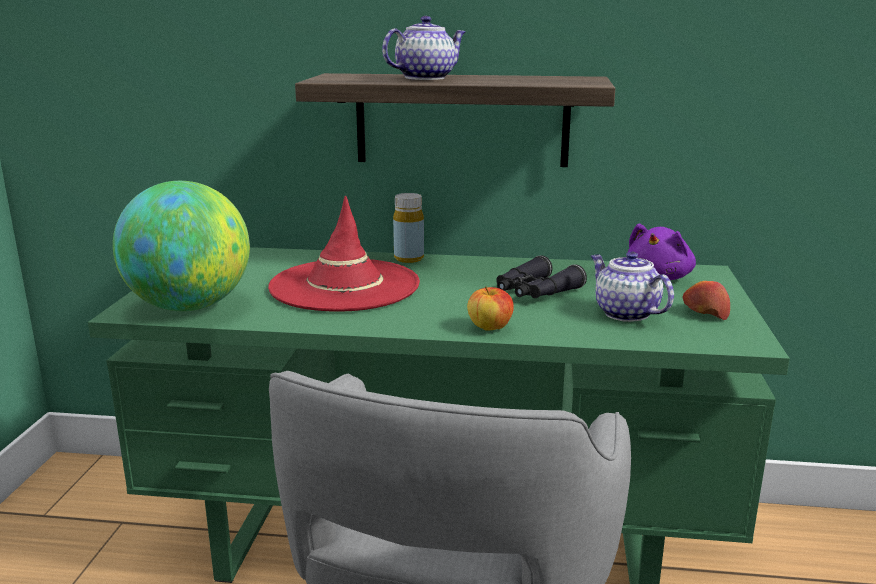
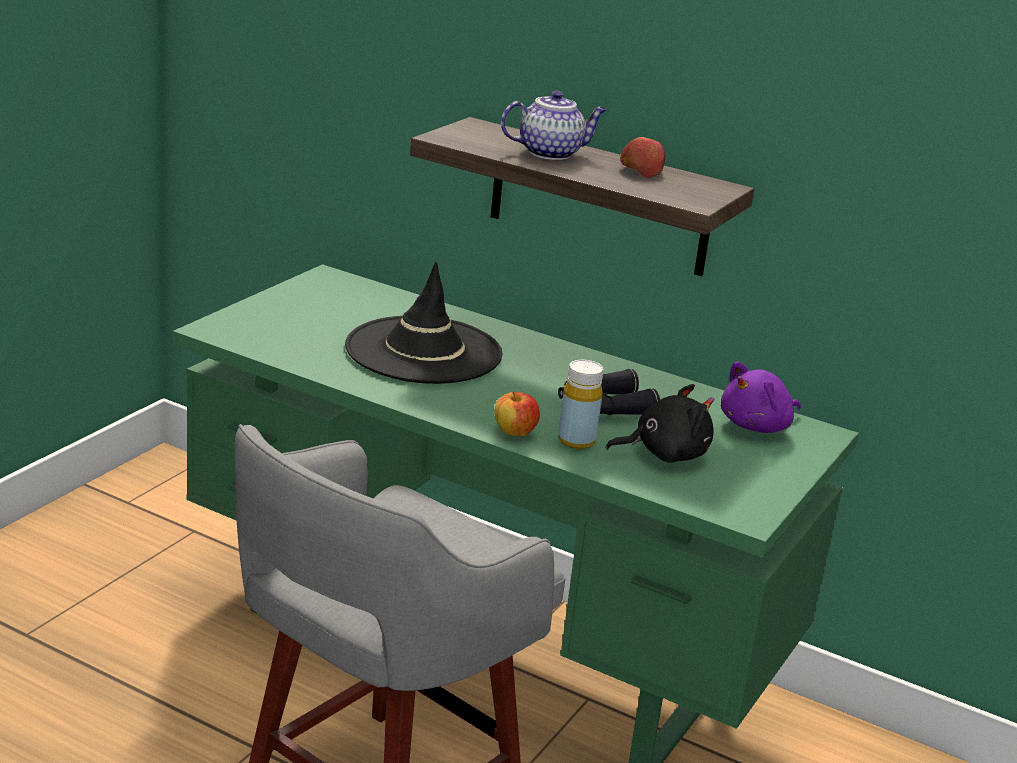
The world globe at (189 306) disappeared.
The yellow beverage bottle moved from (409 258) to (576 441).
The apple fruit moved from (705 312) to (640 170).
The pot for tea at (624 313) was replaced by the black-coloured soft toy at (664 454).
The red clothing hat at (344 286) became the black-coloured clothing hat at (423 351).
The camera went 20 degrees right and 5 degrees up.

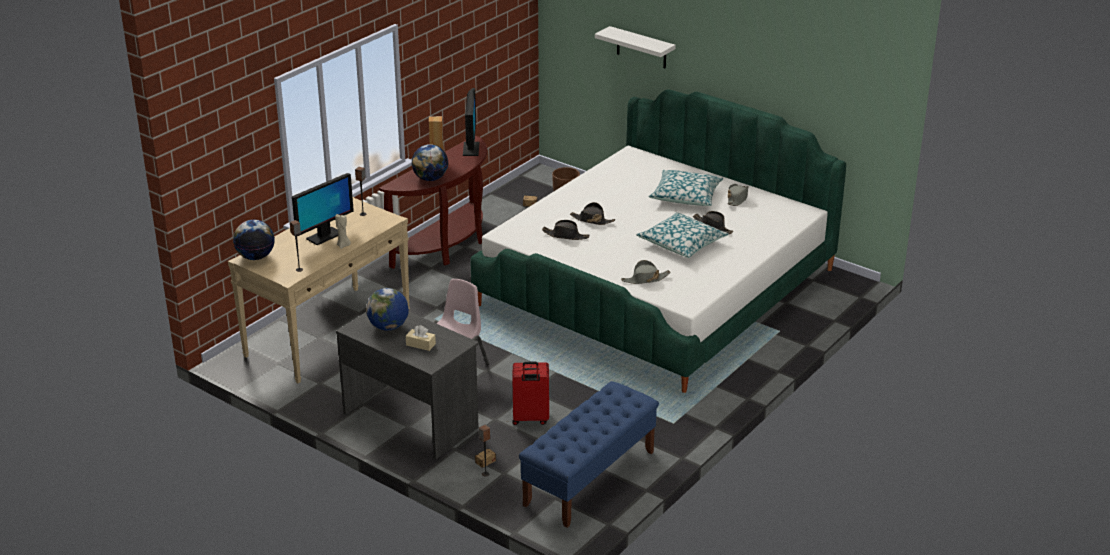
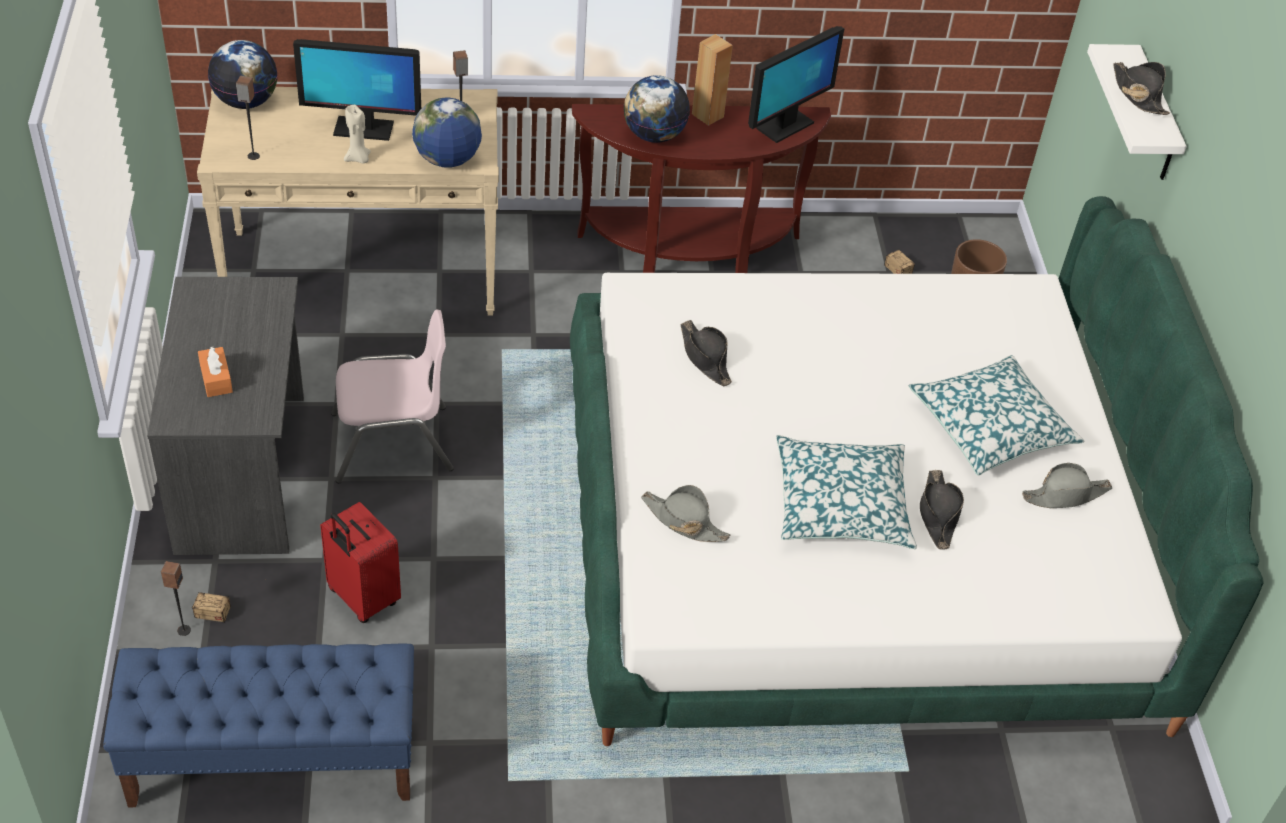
The world globe moved from (388 327) to (447 160).
The black-coloured clothing hat moved from (592 220) to (1138 94).
The beige-coloured tissue box at (420 344) became the orange tissue box at (216 379).
The camera went 45 degrees right and 15 degrees up.

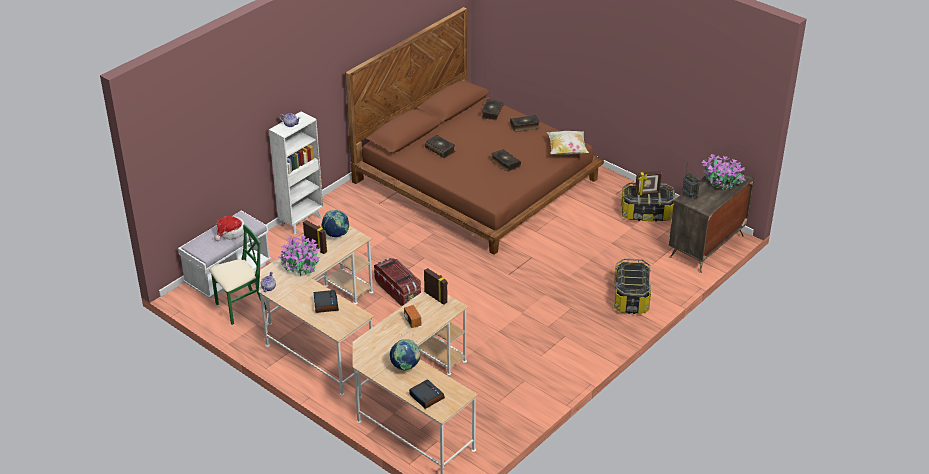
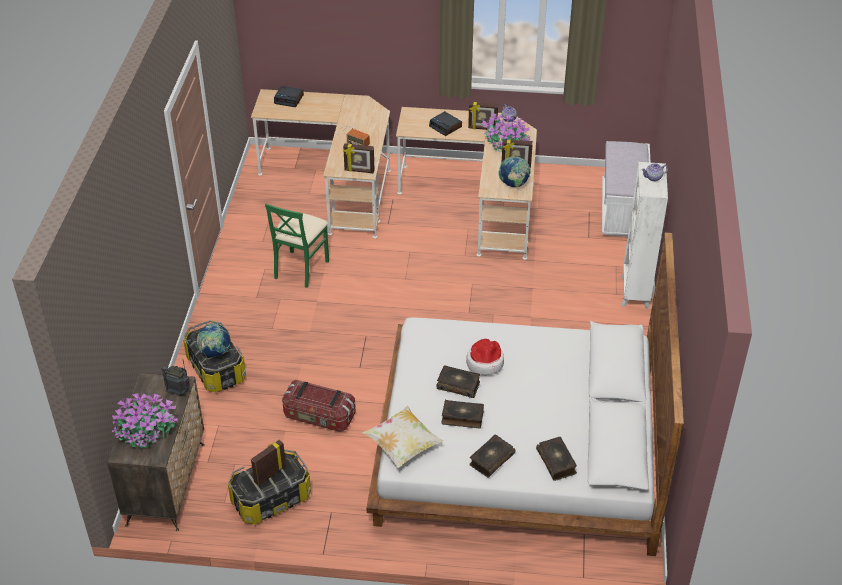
The standing frame at (482 128) appeared.
The green-coloured upright chair moved from (240 307) to (300 268).
The clothing hat moved from (230 232) to (484 362).
The storage bin moved from (398 290) to (319 417).
The world globe moved from (405 367) to (215 353).
The bound book moved from (440 149) to (462 417).
The brownish bed at (477 180) became the white bed at (517 443).
The camera went 145 degrees right and 5 degrees up.

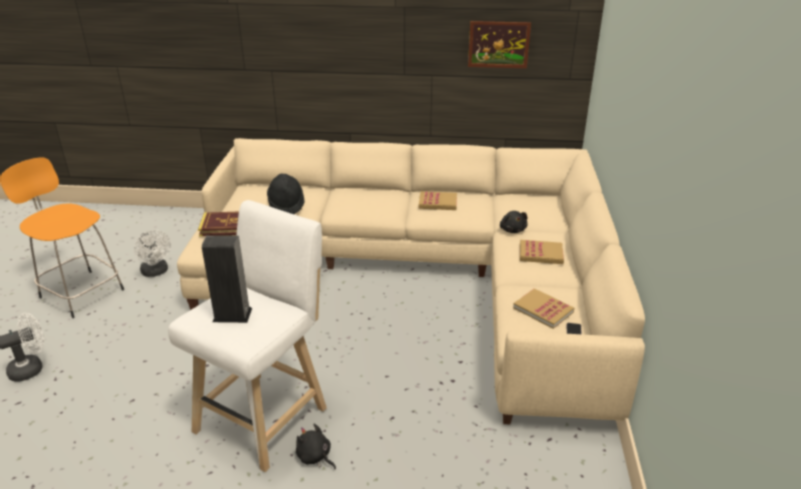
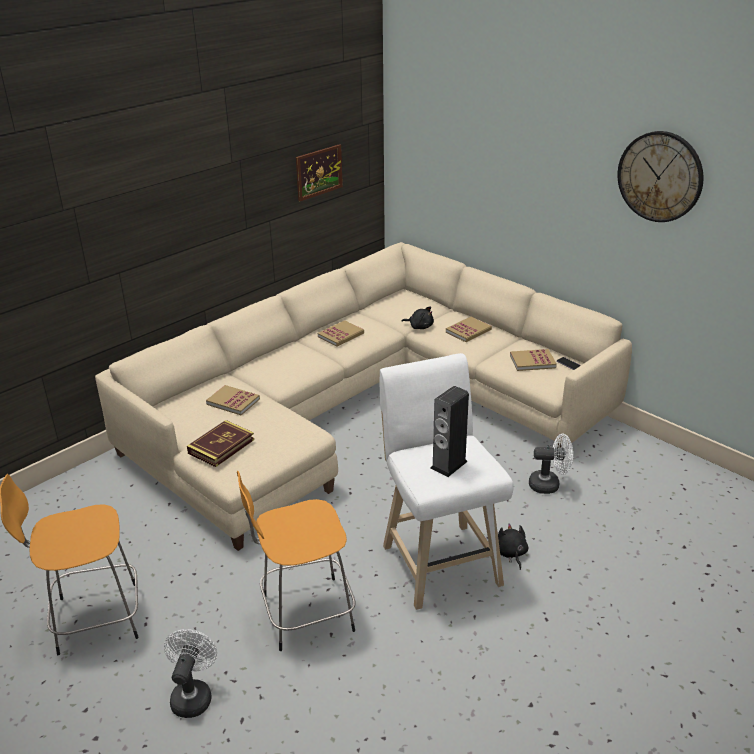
The orange stool seat at (304 614) appeared.
The wall clock at (660 176) appeared.
The white electric fan moved from (156 272) to (549 485).
The black-coloured clothing hat at (286 205) was replaced by the bound book at (233 402).
The black-coloured soft toy at (315 457) turned 90 degrees clockwise.
The camera went 50 degrees left and 0 degrees up.

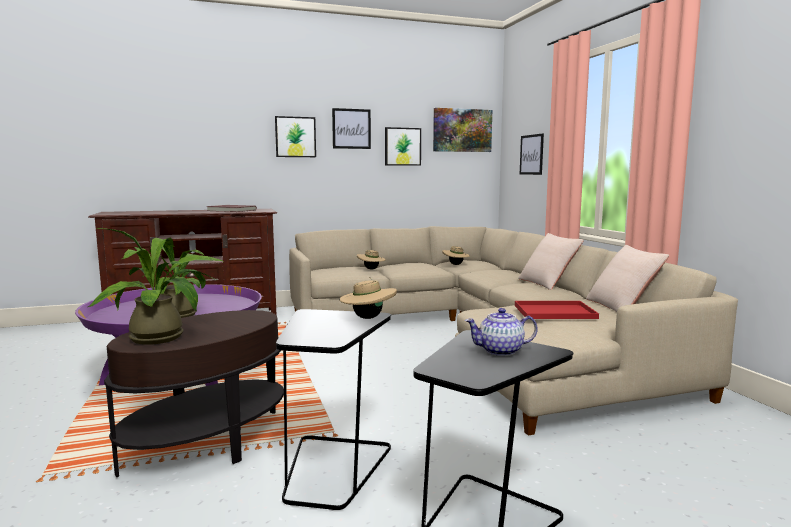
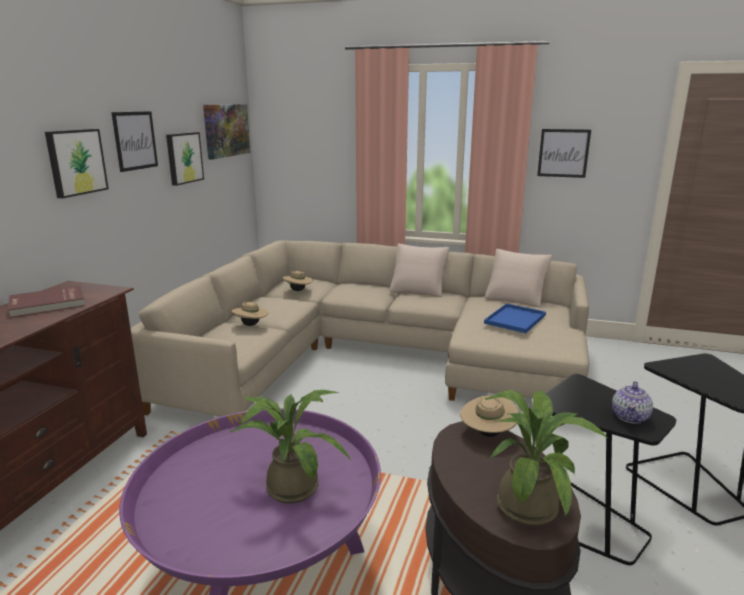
The beige-coloured clothing hat moved from (368 318) to (487 433).
The pot for tea moved from (501 351) to (630 417).
The wall picture moved from (531 154) to (563 153).
The red carrying tray at (555 311) became the blue carrying tray at (515 319).
The camera went 55 degrees left and 10 degrees up.

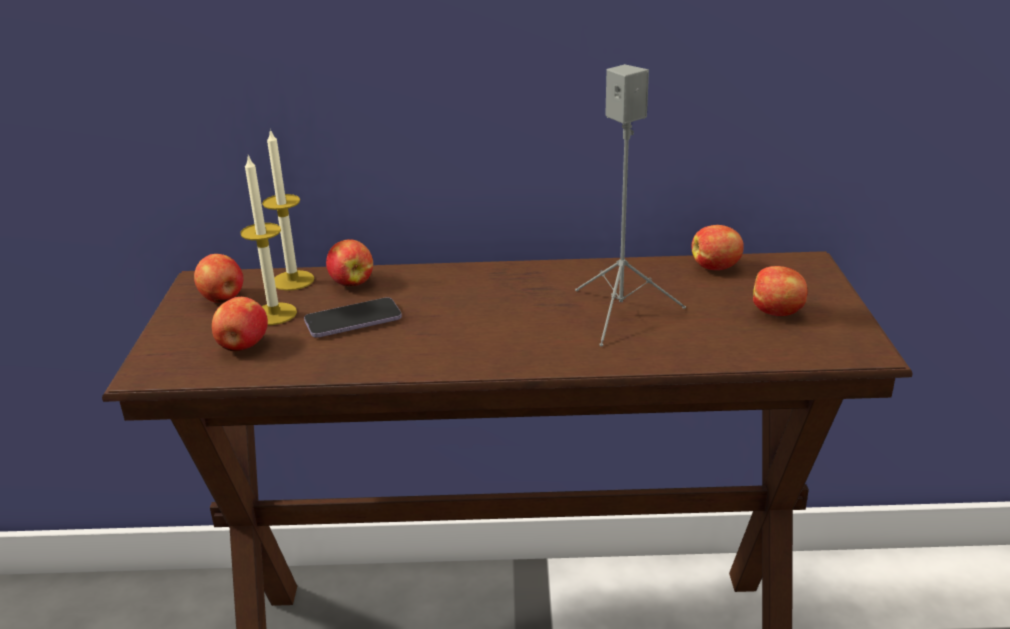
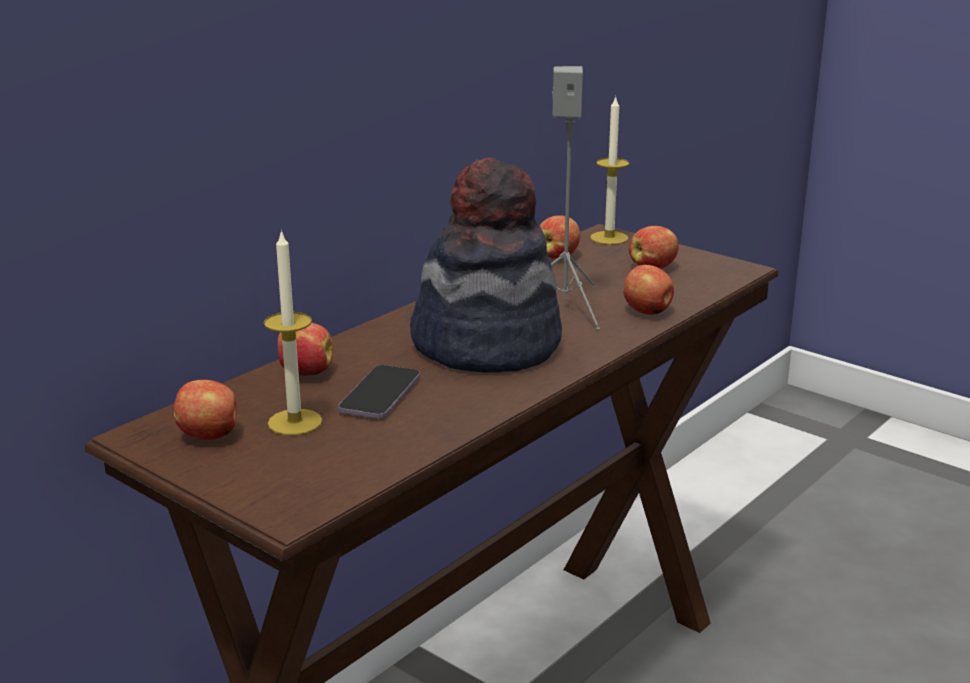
The clothing hat at (486 345) appeared.
The apple fruit moved from (242 346) to (648 312).
The wax candle moved from (293 280) to (609 238).
The camera went 50 degrees left and 5 degrees down.

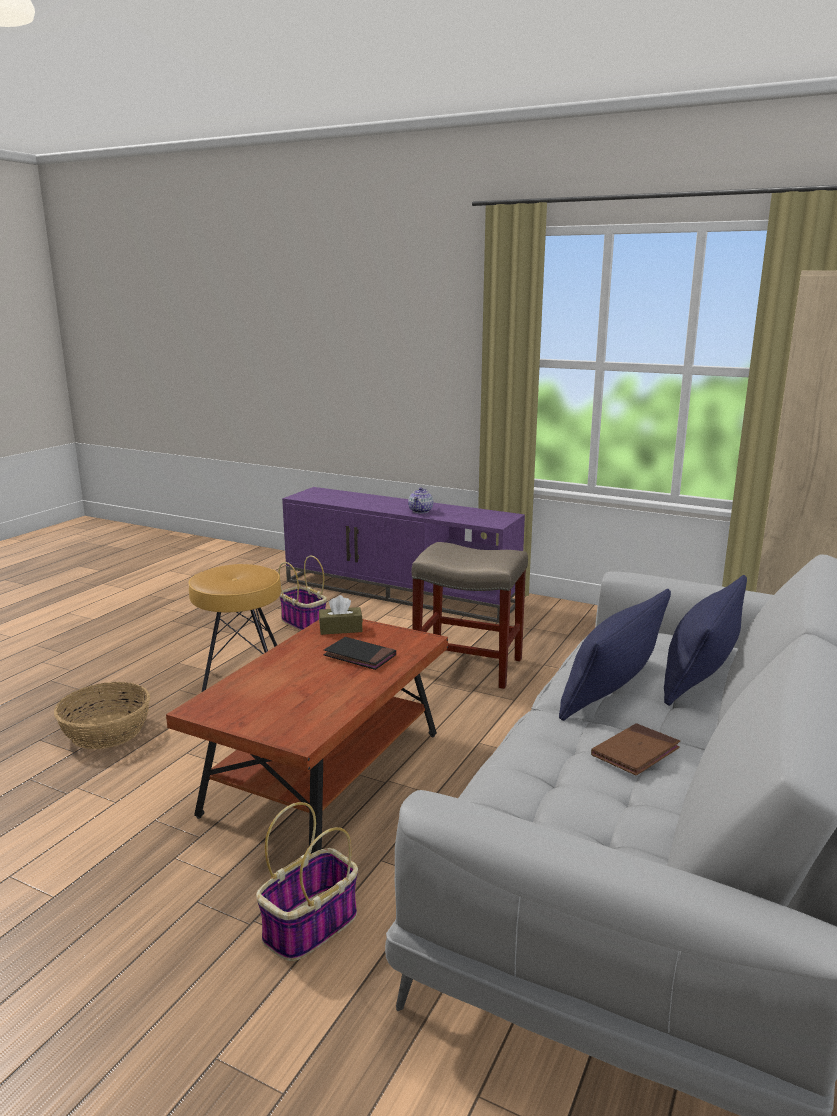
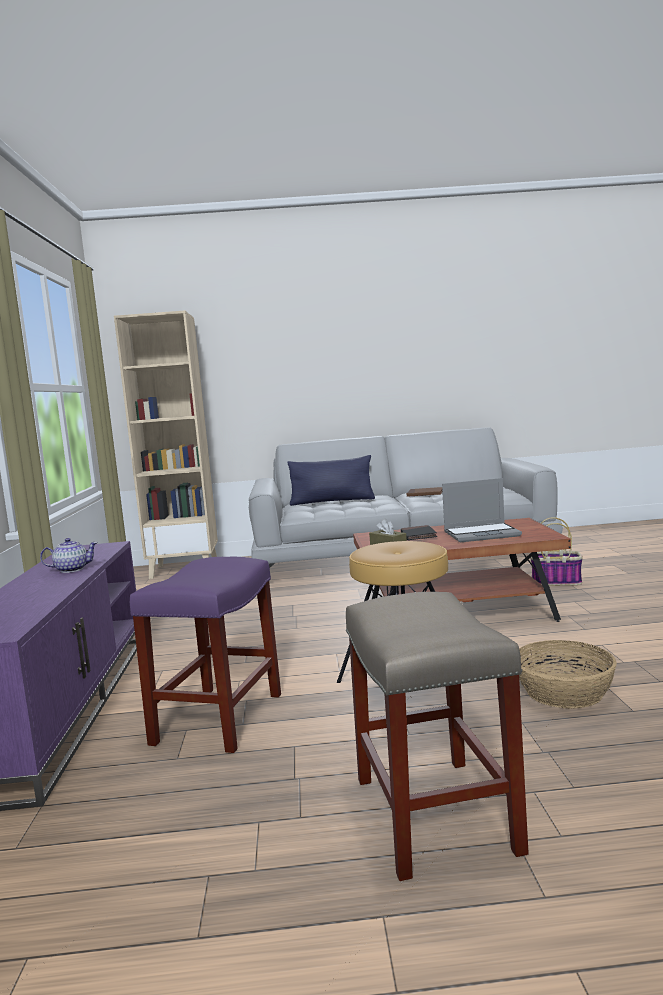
The blue pillow at (611 690) disappeared.
The portable computer at (482 534) appeared.
The beige-coloured stool seat moved from (469 666) to (433 812).
The basket at (304 623) was replaced by the purple-coloured stool seat at (219 717).
The camera went 120 degrees left and 10 degrees down.

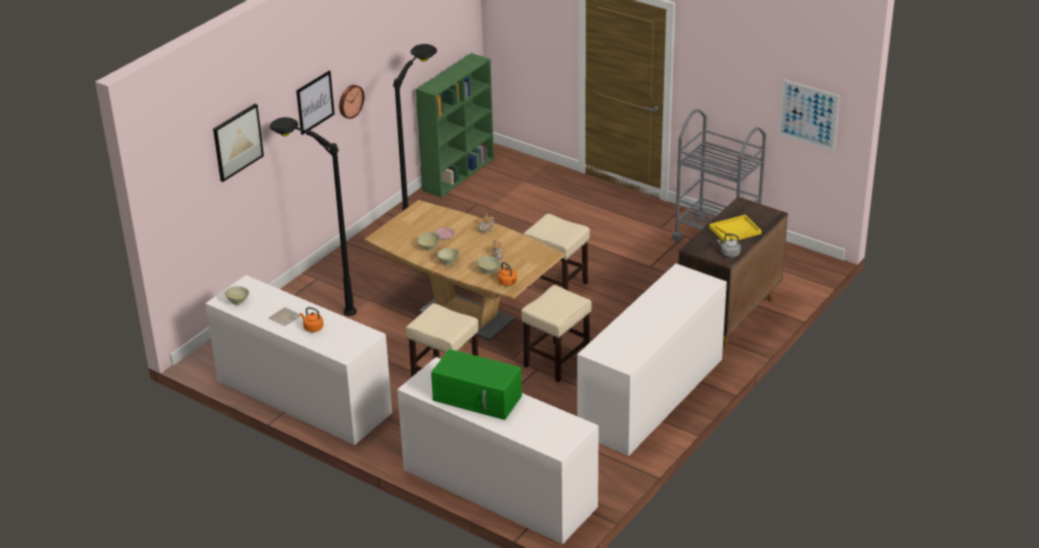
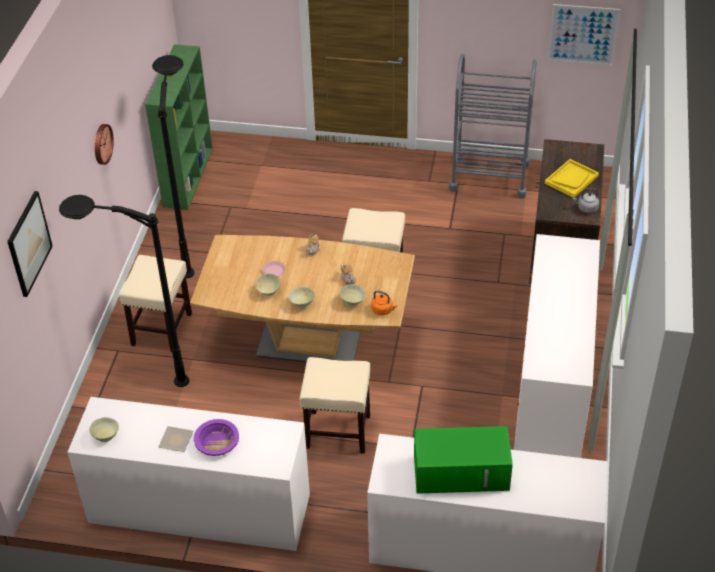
The wall picture at (315 102) disappeared.
The beige-coloured stool seat moved from (557 361) to (162 329).
The orange kettle at (312 328) was replaced by the purple-coloured serving bowl at (217 443).
The camera went 25 degrees left and 10 degrees up.

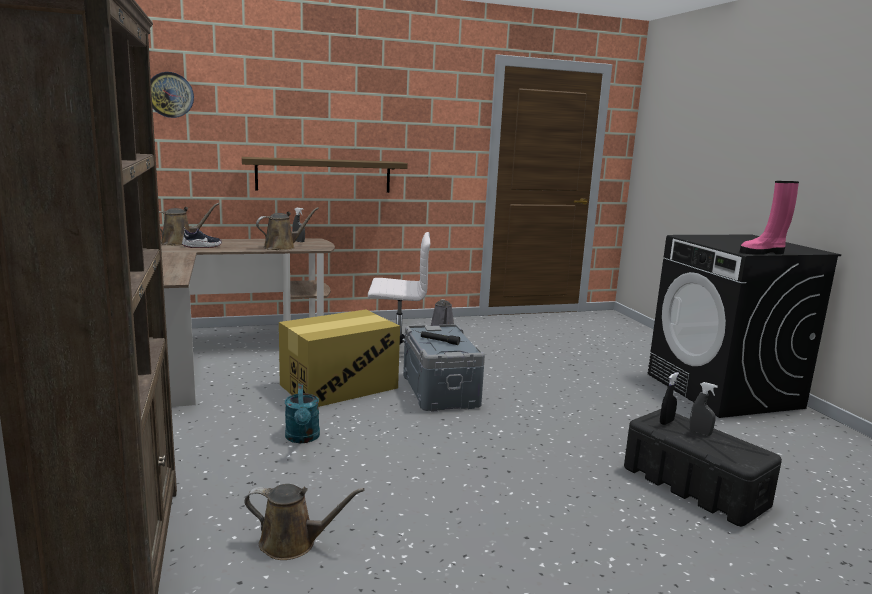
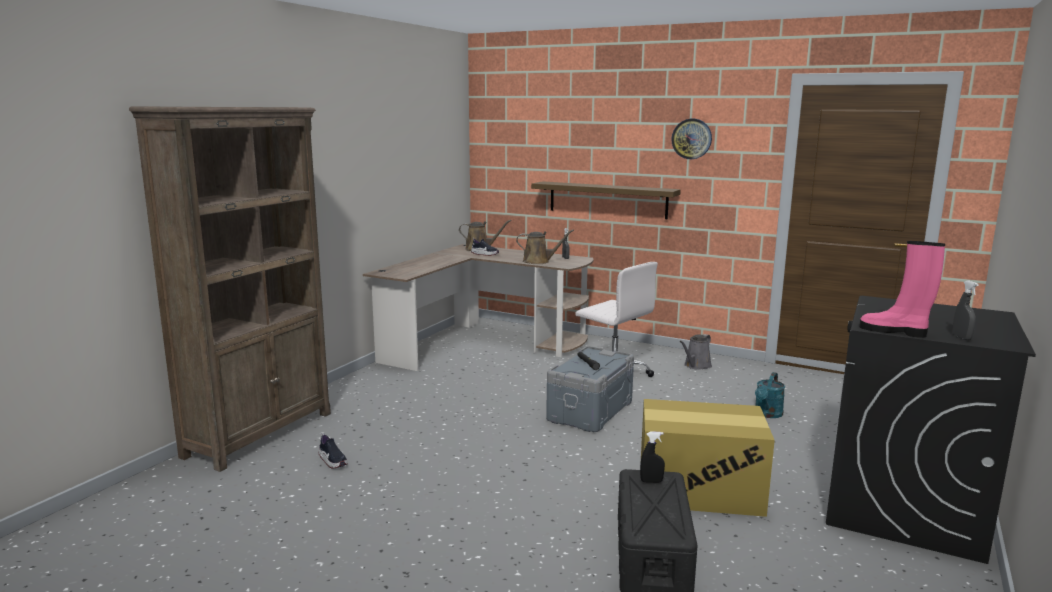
The wall clock moved from (170 95) to (691 139).
The packing box moved from (339 386) to (700 490).
The turquoise-coloured watering pot moved from (303 438) to (767 414).
The greyish spray bottle moved from (700 433) to (961 337).
The brownish watering pot at (293 543) was replaced by the item of footwear at (332 461).
The camera went 45 degrees right and 0 degrees up.

